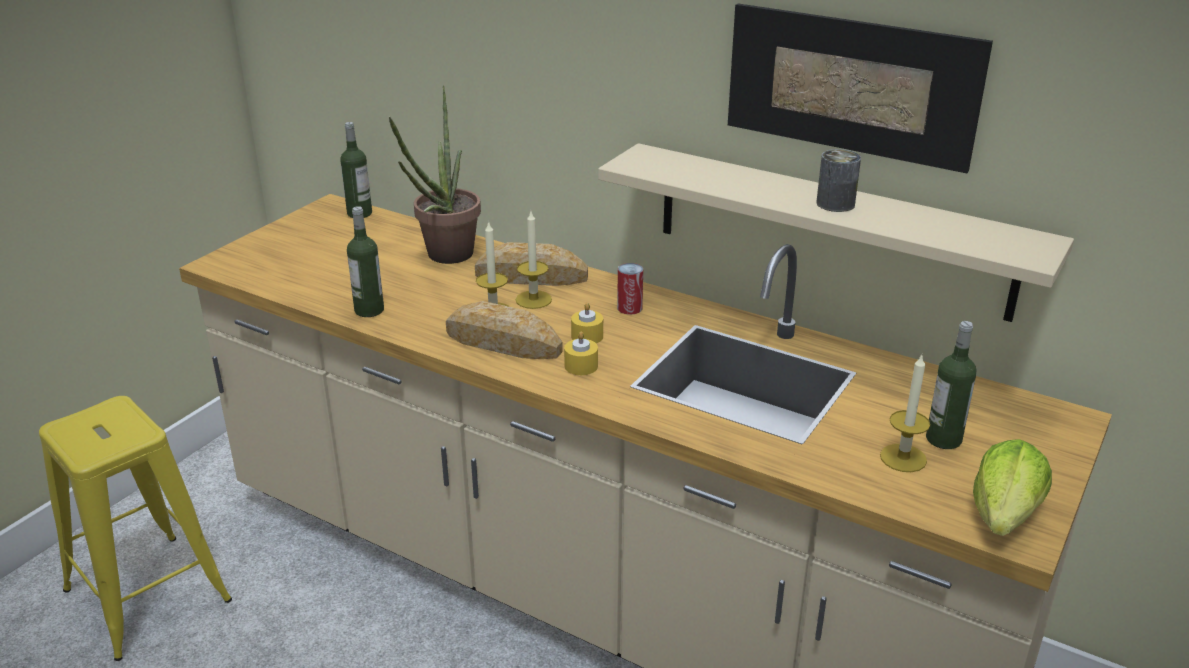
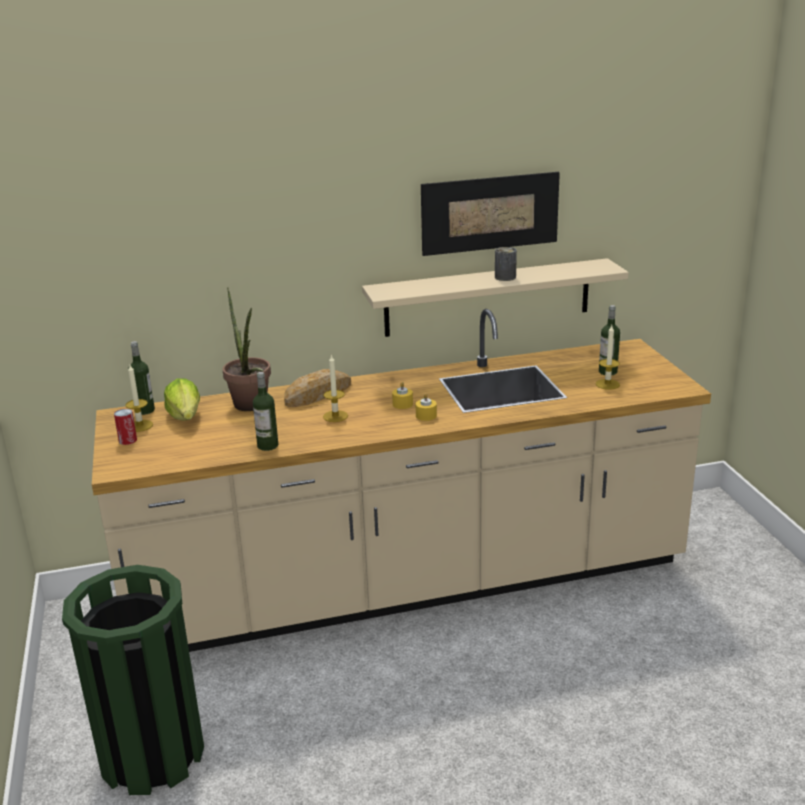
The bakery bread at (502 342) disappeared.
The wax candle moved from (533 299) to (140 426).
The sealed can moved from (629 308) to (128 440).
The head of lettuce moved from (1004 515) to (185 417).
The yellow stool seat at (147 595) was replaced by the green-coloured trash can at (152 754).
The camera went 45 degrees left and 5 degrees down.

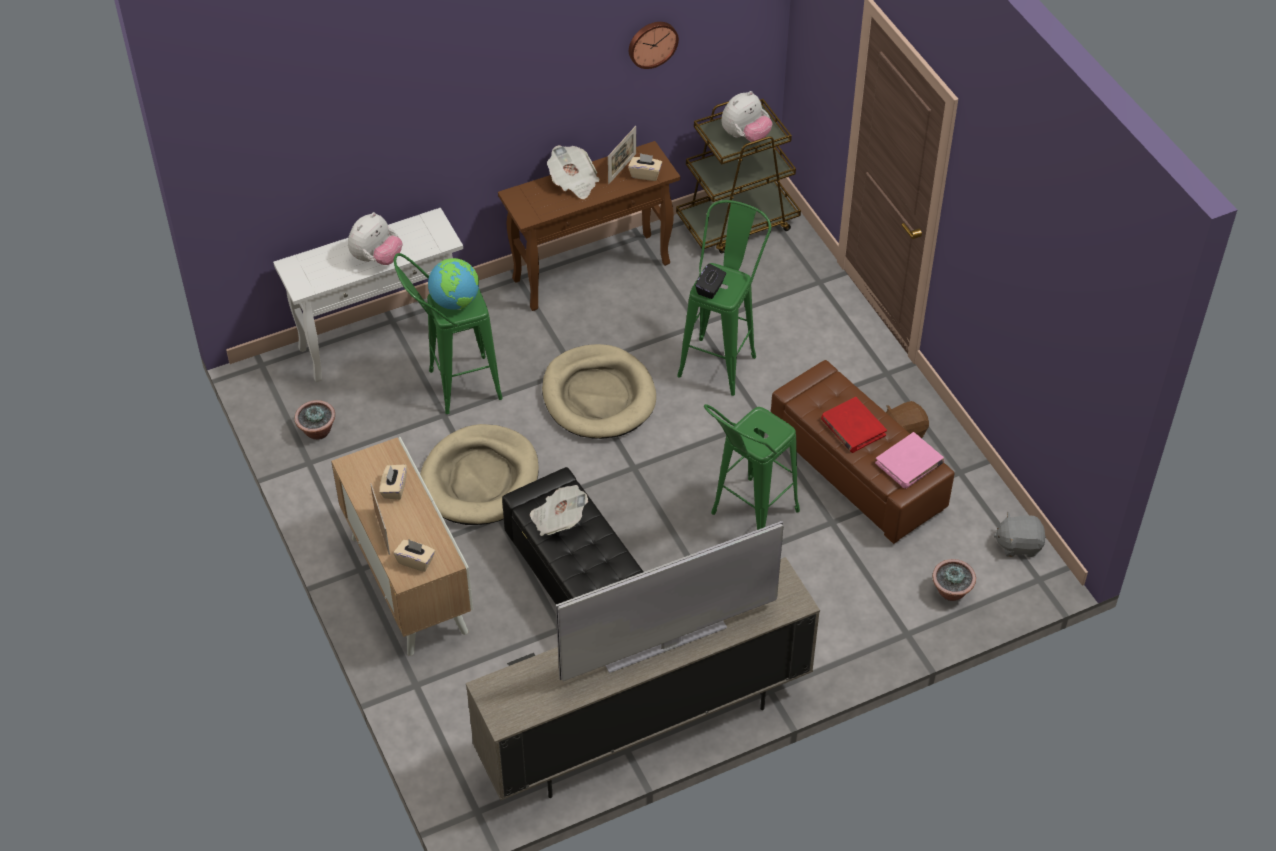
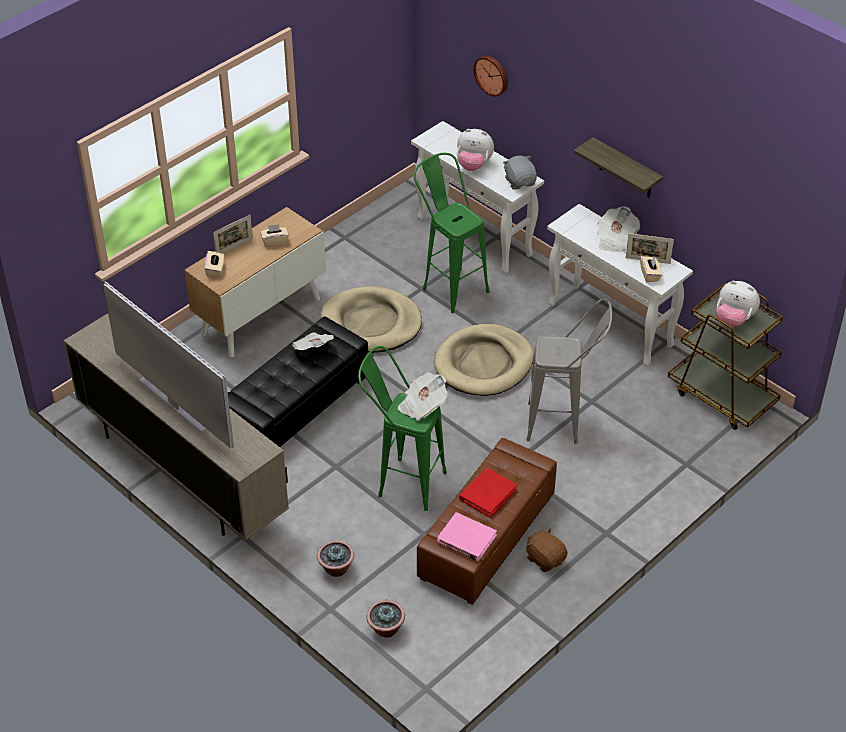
The world globe at (455 301) disappeared.
The black-coloured tissue box at (710 288) disappeared.
The newspaper at (422 405) appeared.
The shelf at (626 169) appeared.
The potted plant moved from (317 432) to (336 568).
The wall clock moved from (652 43) to (492 75).
The greyish soft toy moved from (1018 544) to (520 182).
The brownish console table at (592 271) became the white console table at (611 325).
The green-coloured stool seat at (721 358) became the greyish stool seat at (563 424).
The camera went 70 degrees right and 5 degrees down.

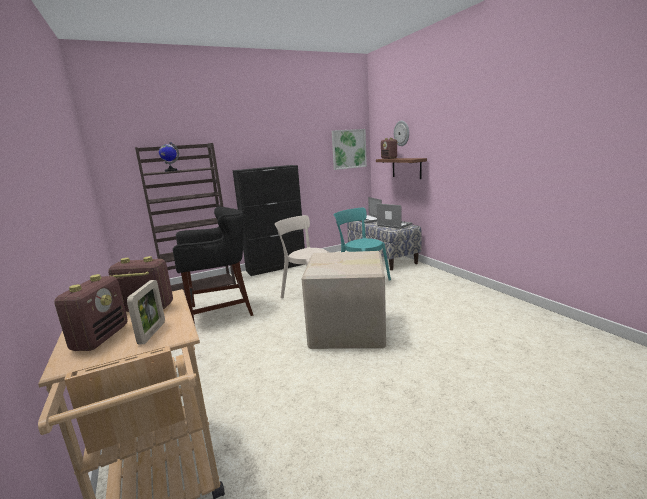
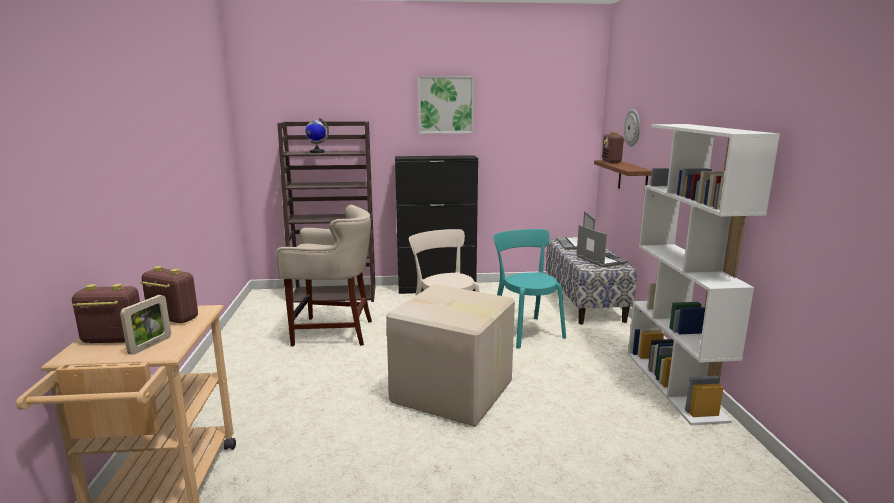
The white bookshelf at (674 385) appeared.
The wall picture moved from (349 149) to (445 105).
The black-coloured stool seat at (220 311) became the beige-coloured stool seat at (332 332).
The radio set at (101 337) turned 120 degrees counterclockwise.
The camera went 20 degrees right and 0 degrees up.

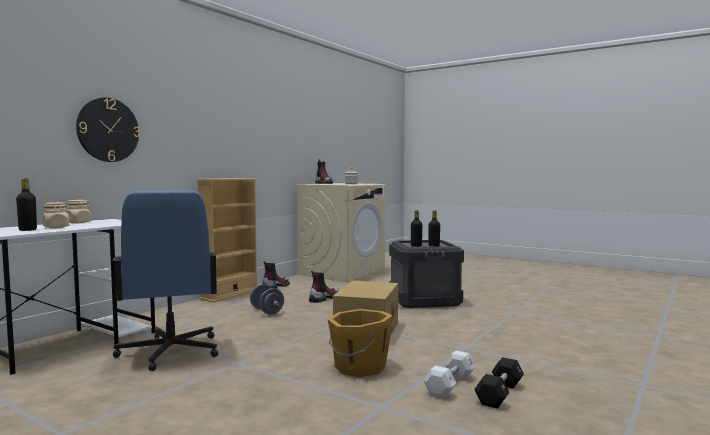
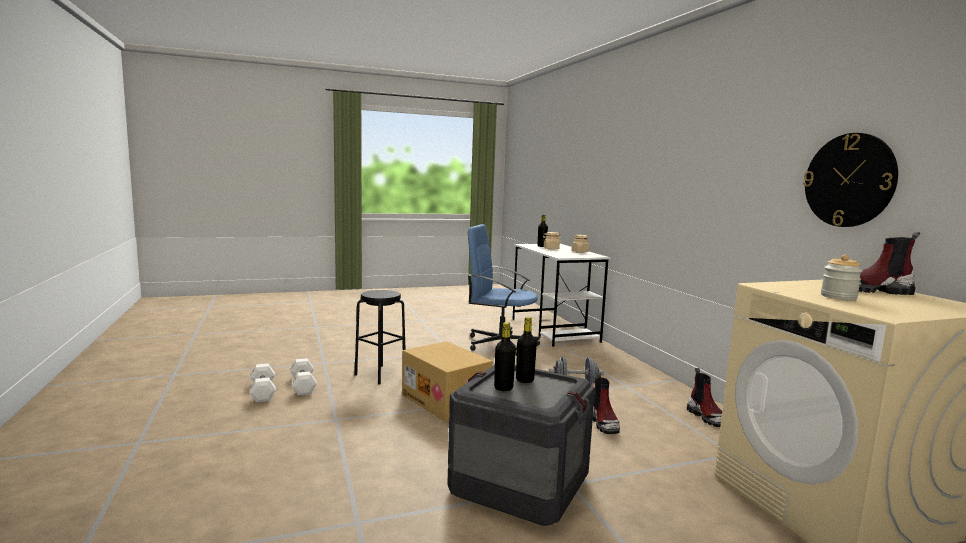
The beige-coloured bookshelf at (230 295) disappeared.
The wall clock moved from (108 130) to (849 180).
The orange pail at (359 367) was replaced by the black-coloured stool seat at (380 374).
The black-coloured hand weight at (499 394) became the white hand weight at (262 391).
The camera went 125 degrees right and 5 degrees up.

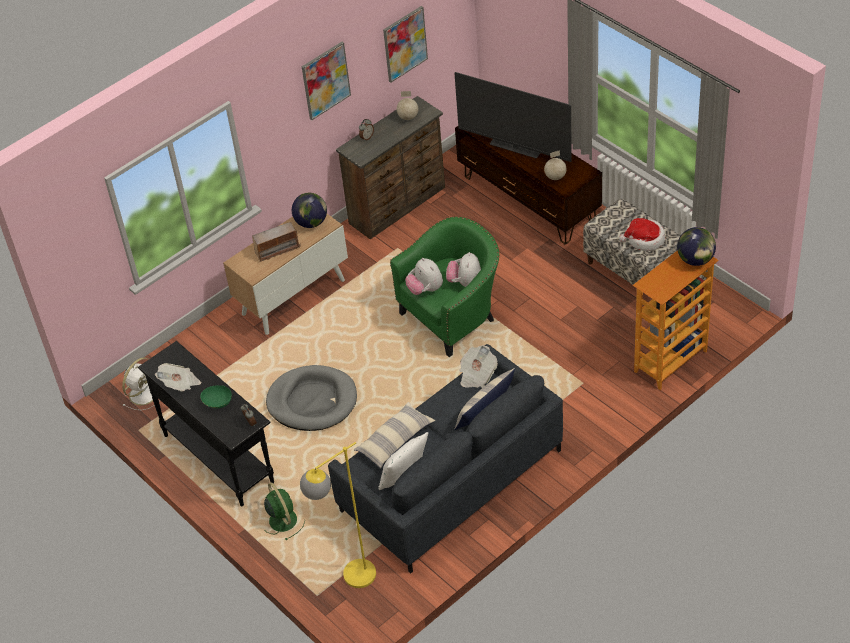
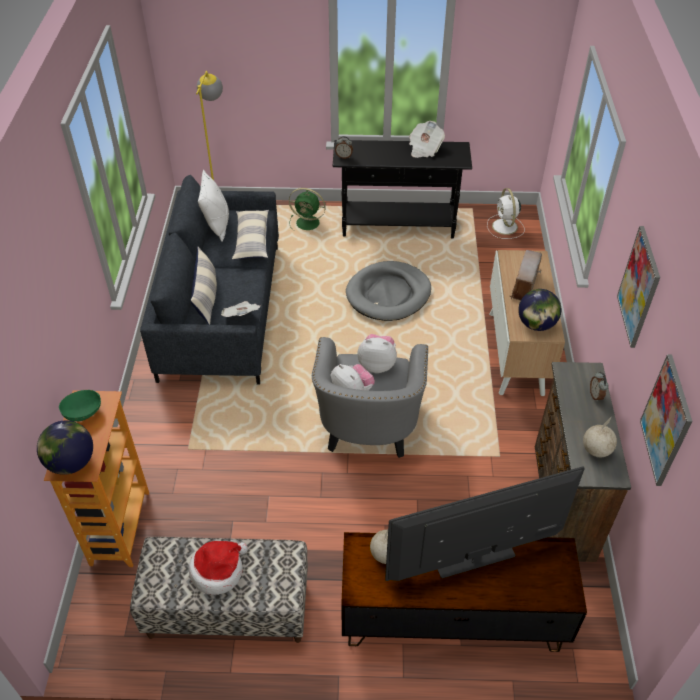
The green-coloured serving bowl moved from (217 403) to (83 412).
The green-coloured armchair at (453 316) became the greyish armchair at (368 429).
The camera went 130 degrees right and 0 degrees up.

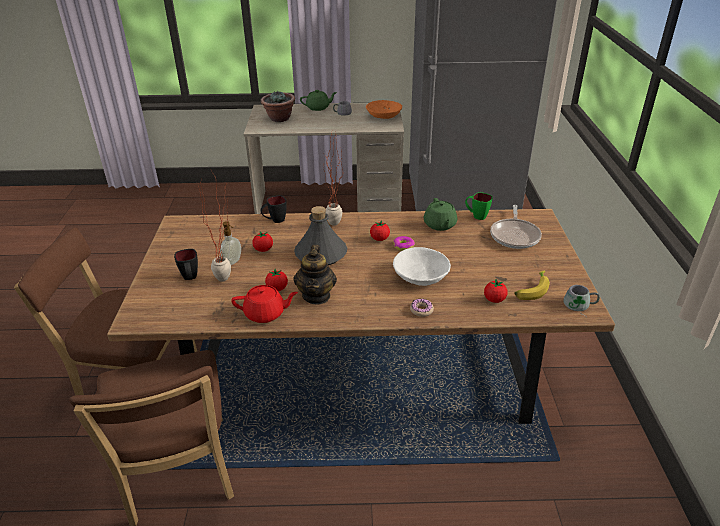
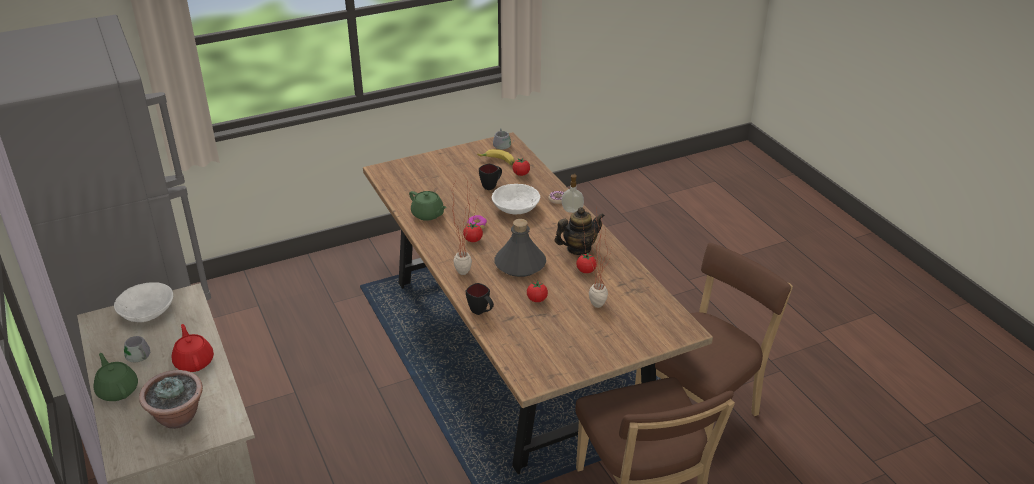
The green-coloured coffee mug at (476 216) disappeared.
The pan at (515 235) disappeared.
The black-coloured coffee mug moved from (190 278) to (491 186).
The soap bottle moved from (232 262) to (572 210).
The red pot for tea moved from (265 314) to (194 362).
The orange serving bowl at (384 116) became the white serving bowl at (147 312).
The green-coloured pot for tea at (439 225) turned 75 degrees clockwise.
The camera went 115 degrees left and 0 degrees up.

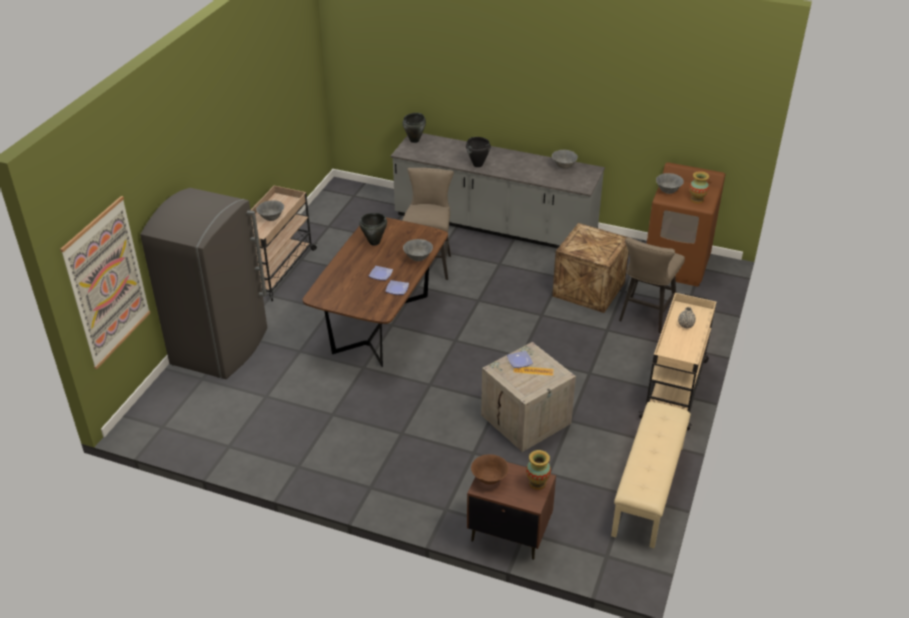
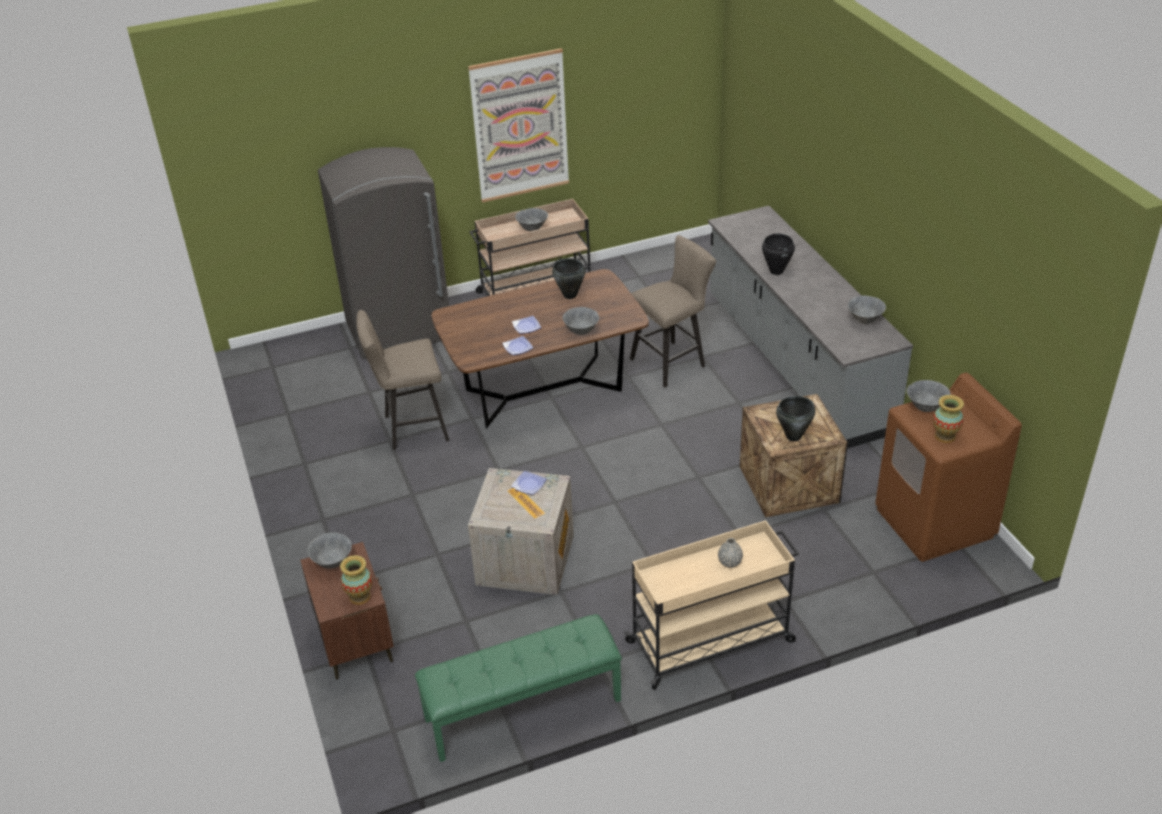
The wall picture moved from (107 283) to (520 126).
The black-coloured cooking pot moved from (414 140) to (794 437).
The beige-coloured stool seat moved from (645 317) to (411 428).
The brownish serving bowl at (489 479) became the greyish serving bowl at (333 563).
The beige-coloured indoor bench at (649 490) became the green-coloured indoor bench at (523 710).
The camera went 50 degrees right and 0 degrees up.

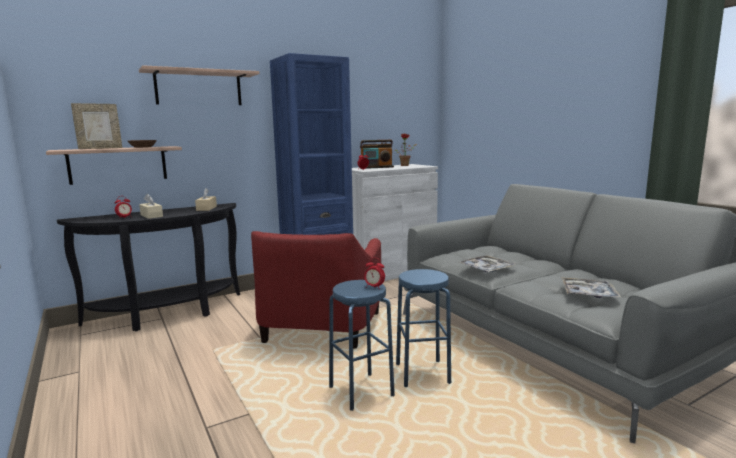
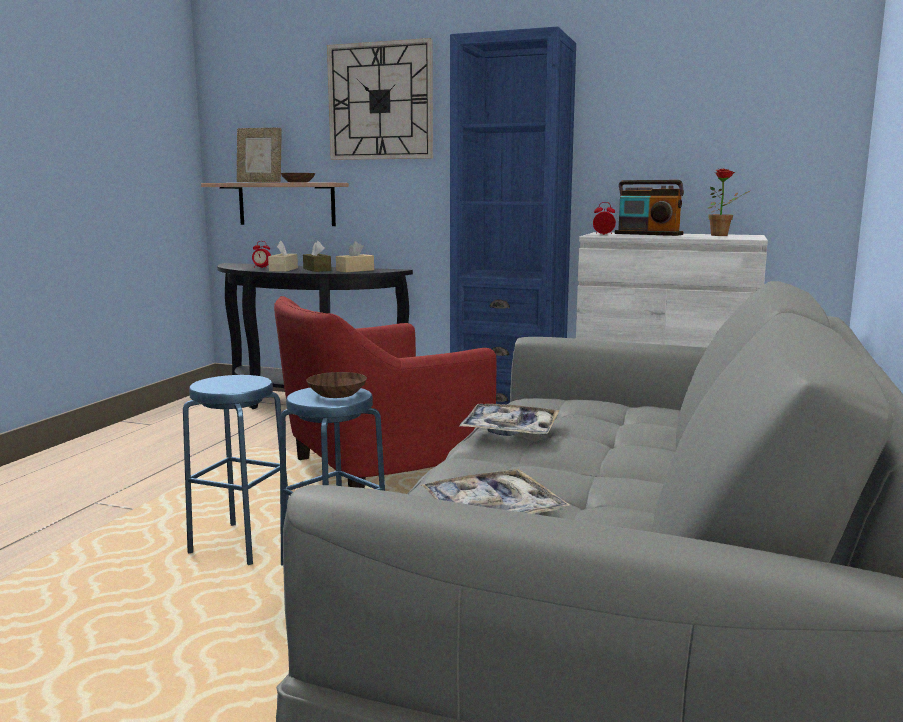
The alarm clock at (374 287) disappeared.
The brownish tissue box at (317 269) appeared.
The brownish serving bowl at (337 394) appeared.
The shelf at (199 88) was replaced by the wall clock at (380 101).
The camera went 50 degrees right and 0 degrees up.

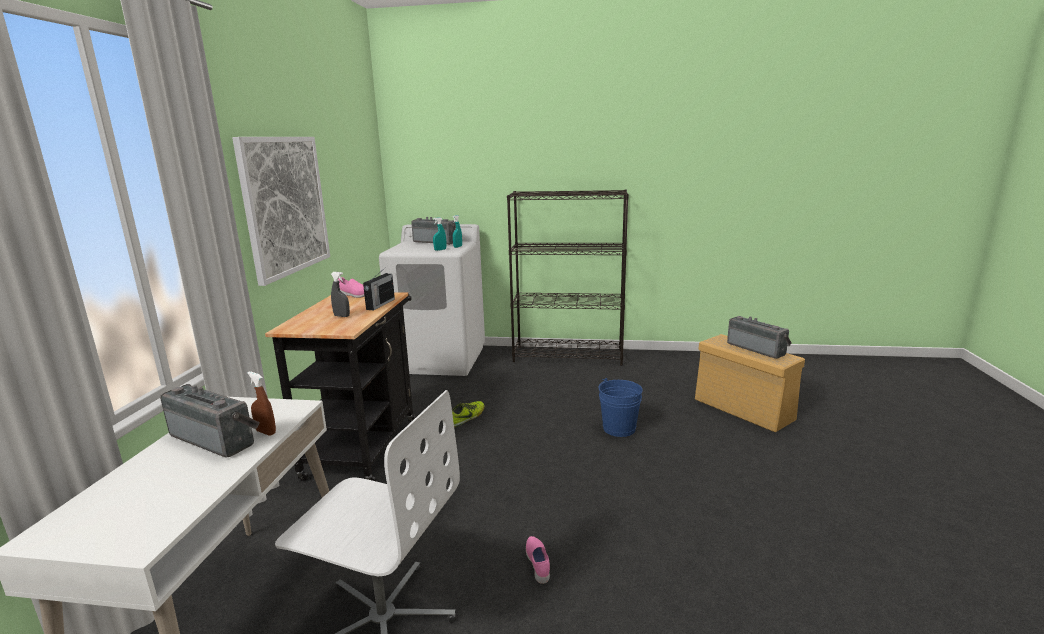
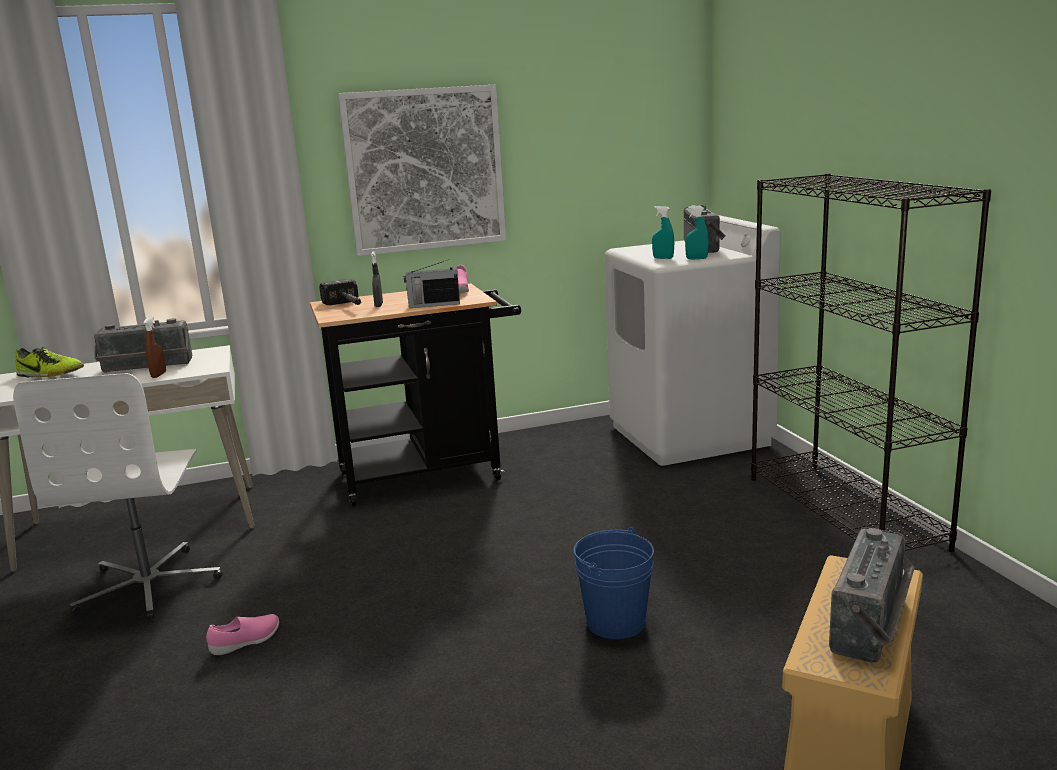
The tool hammer at (348 306) appeared.
The item of footwear moved from (466 418) to (50 375).
The radio set at (217 438) turned 75 degrees clockwise.
The camera went 65 degrees right and 0 degrees up.

